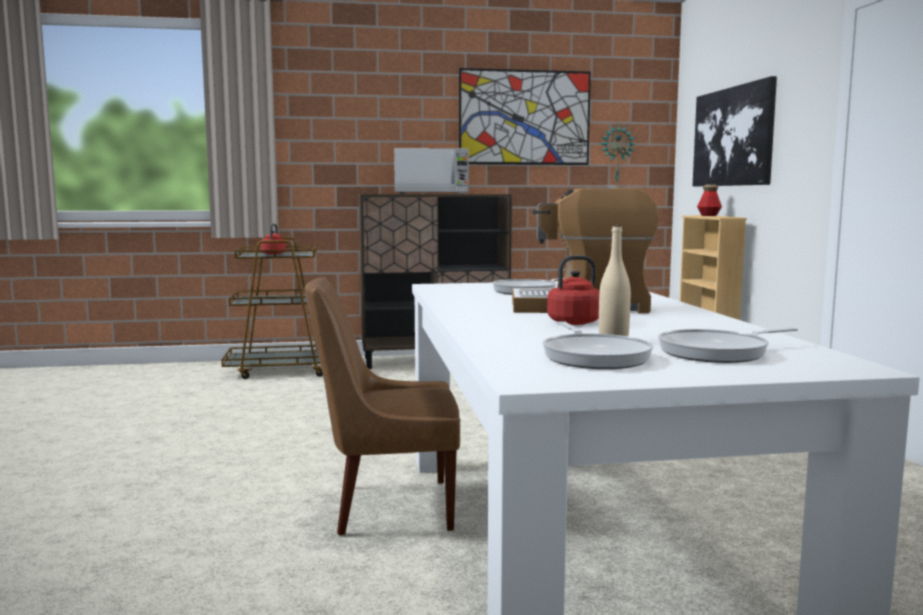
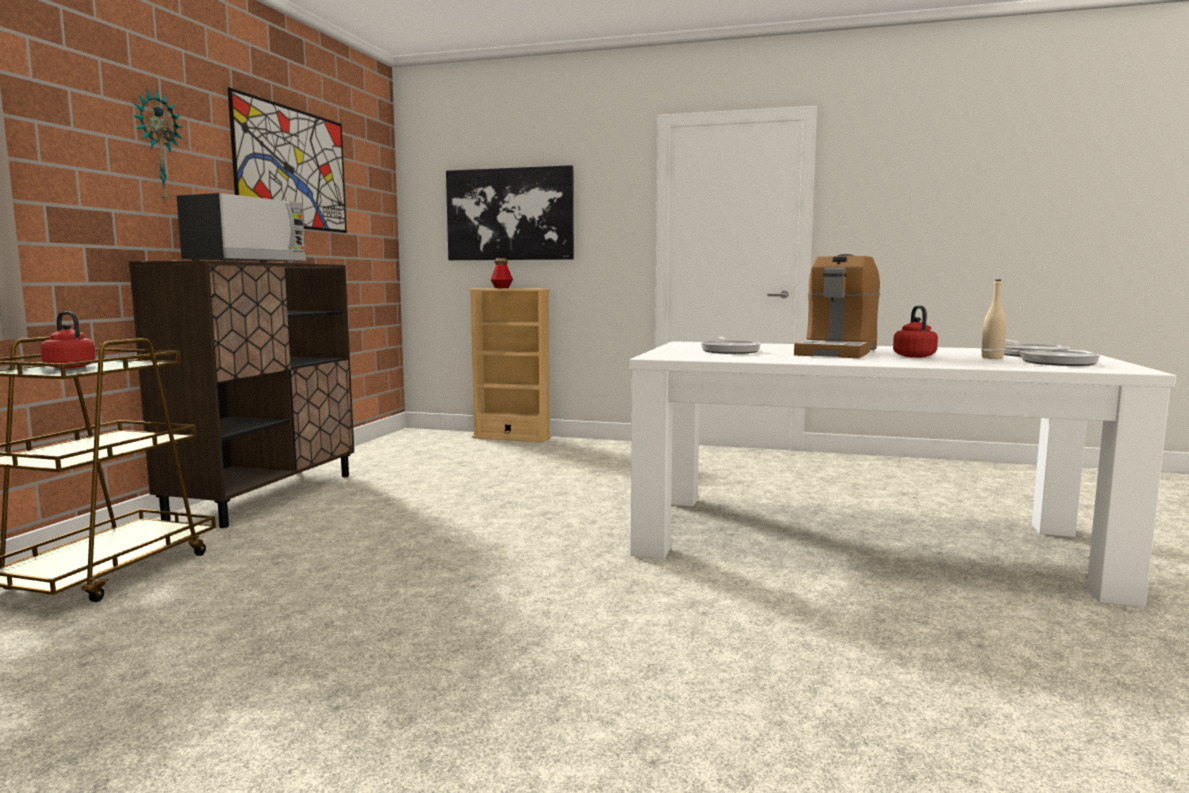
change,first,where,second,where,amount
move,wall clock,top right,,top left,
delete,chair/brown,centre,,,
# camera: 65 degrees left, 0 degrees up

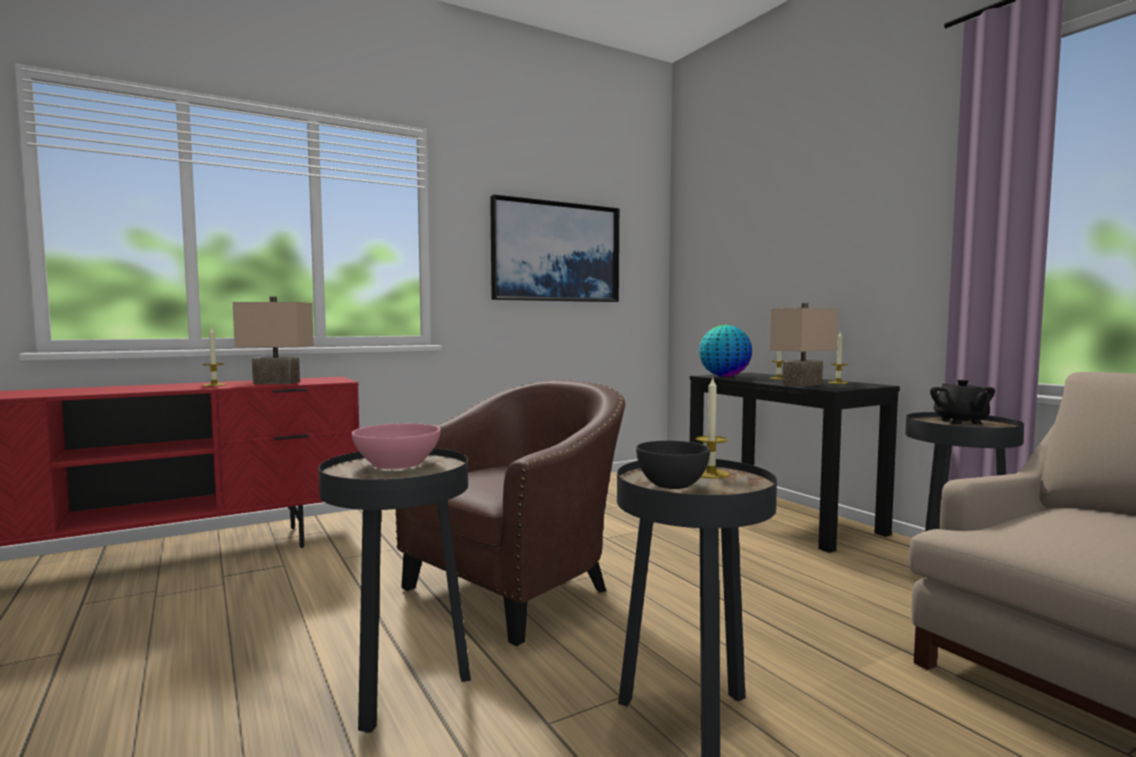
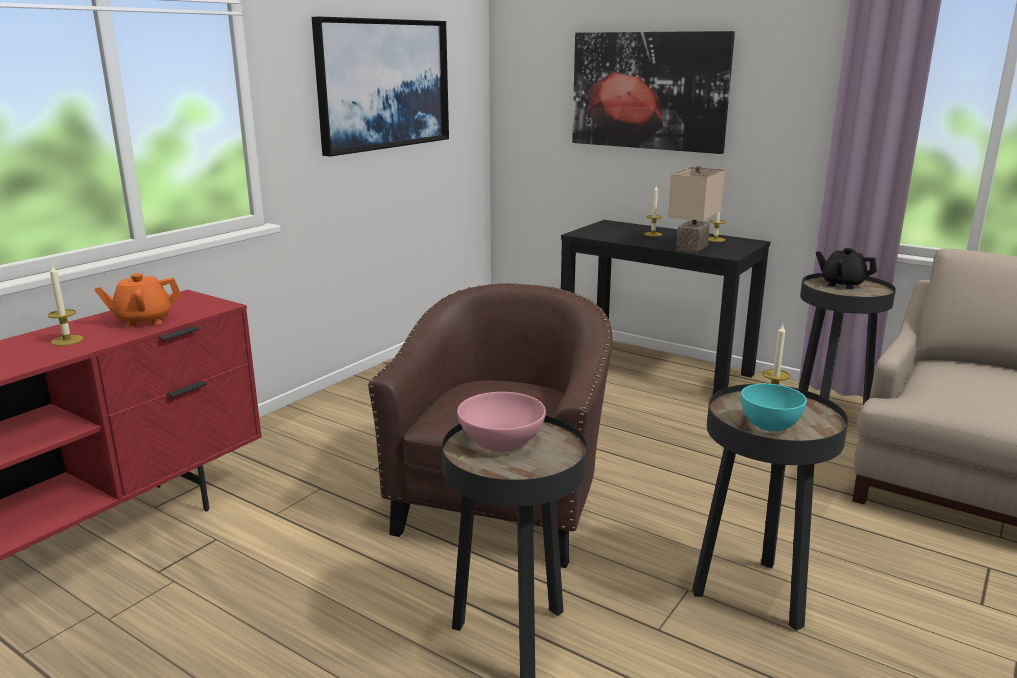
change,first,where,second,where,amount
replace,table lamp/beige (1st from left),middle left,teapot/orange,middle left,
insert,,,picture (2nd from left),top centre,
recolor,bowl/grey,centre,bowl/turquoise,middle right,
rotate,teapot/black,middle right,,middle right,150 degrees clockwise
delete,globe,centre,,,
# camera: 25 degrees left, 15 degrees up

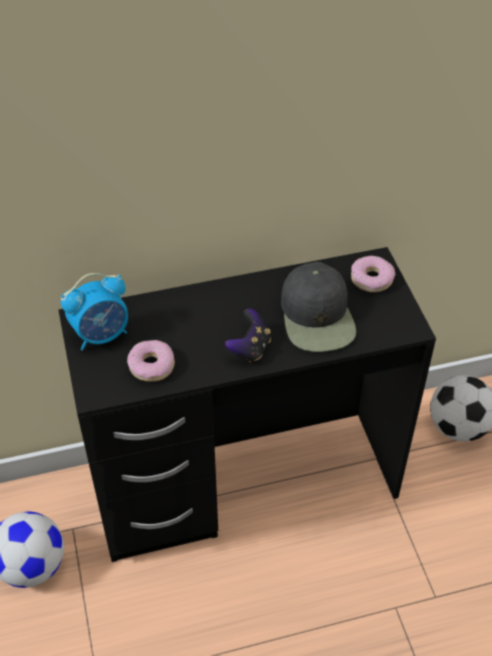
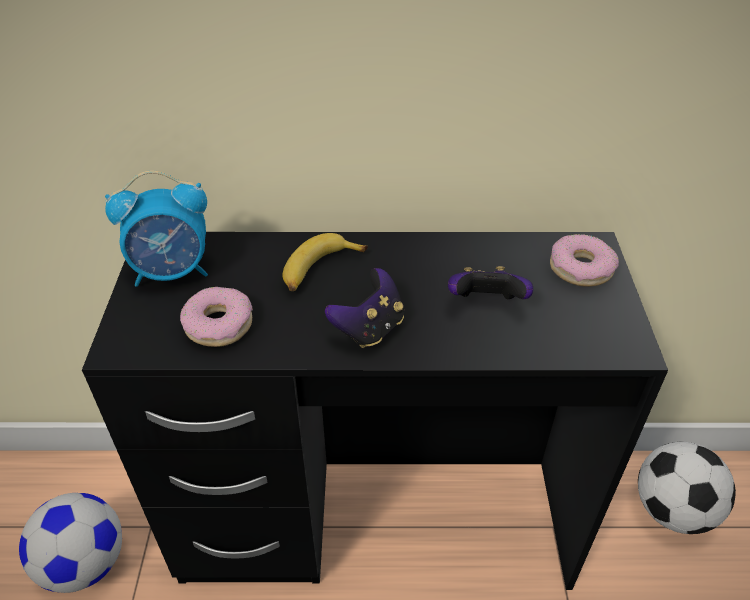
change,first,where,second,where,amount
insert,,,banana,centre,
replace,cap/black,centre,game controller (2nd from left),centre,
# camera: 15 degrees right, 5 degrees down

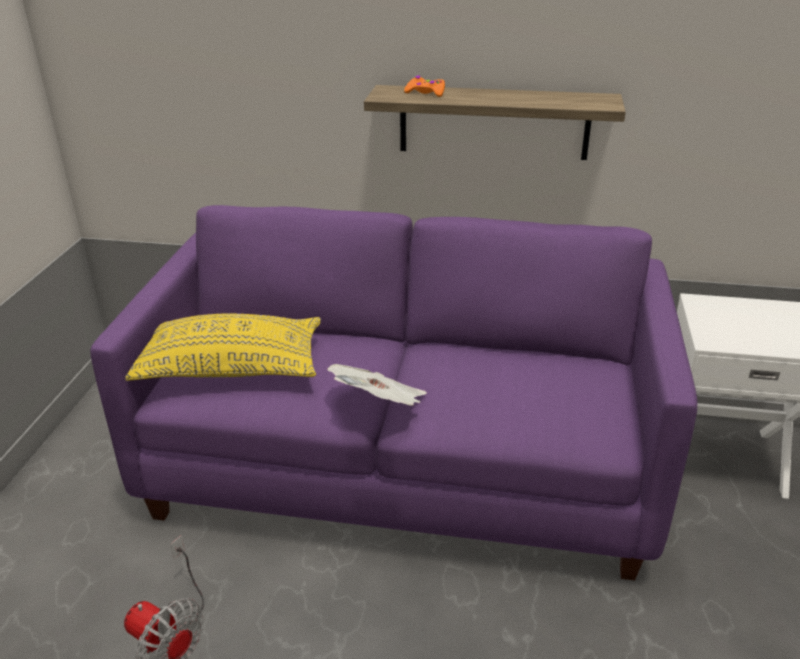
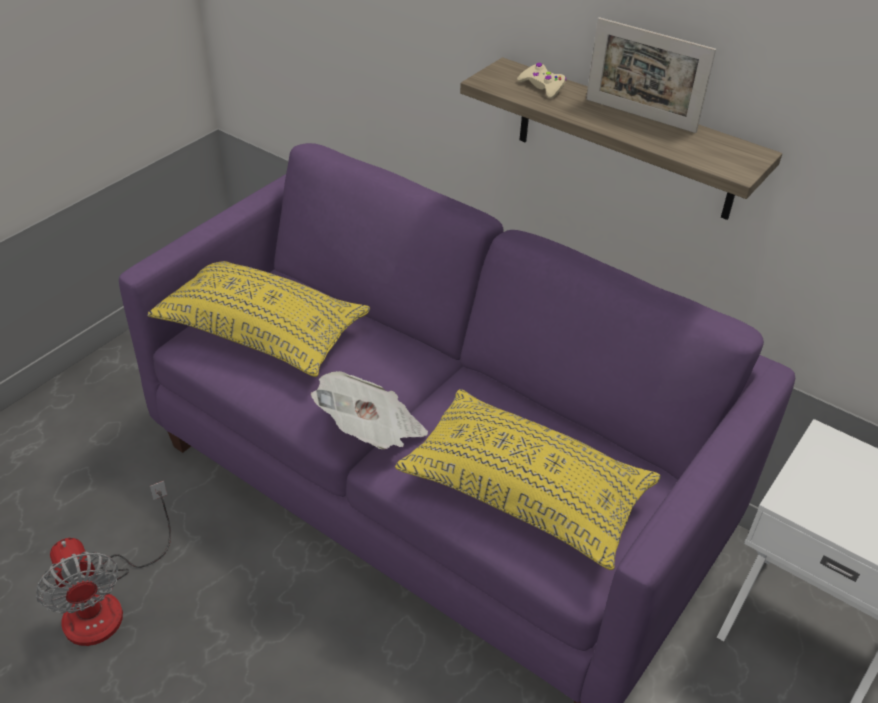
change,first,where,second,where,amount
insert,,,pillow/yellow (2nd from left),bottom centre,
recolor,game controller/orange,top centre,game controller/beige,top centre,
insert,,,picture frame,top right,
# camera: 25 degrees right, 10 degrees up

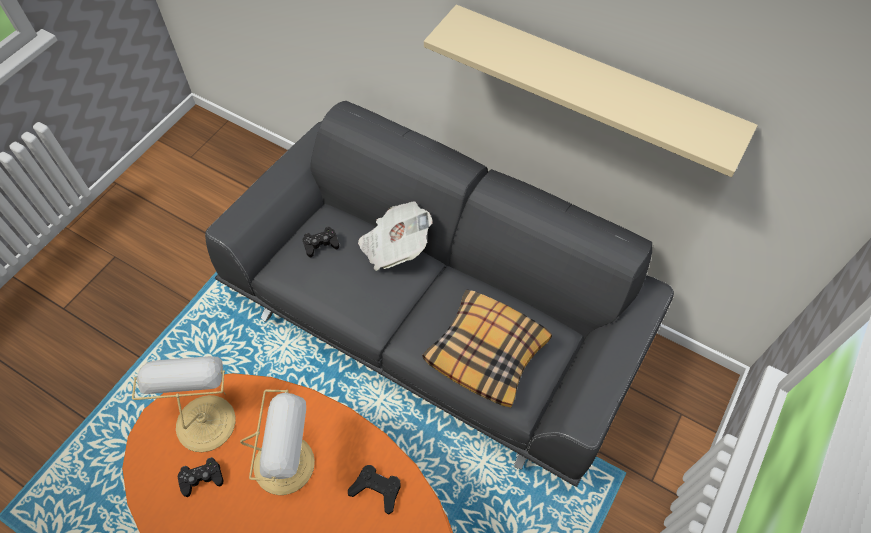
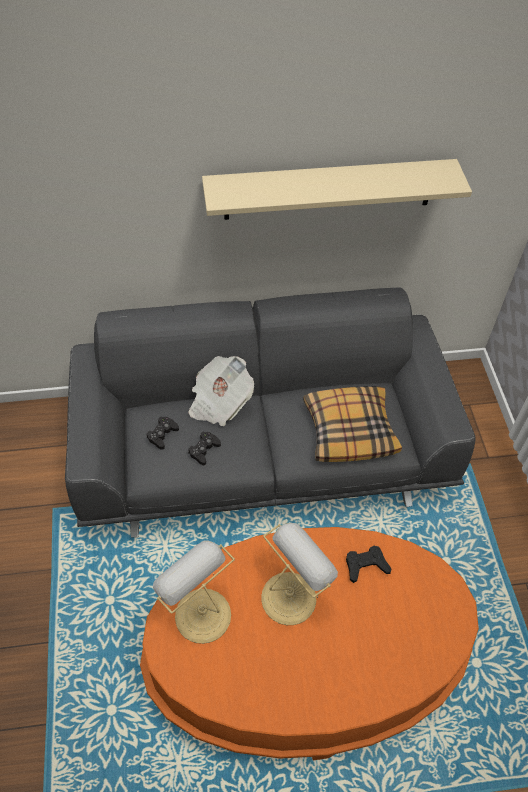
change,first,where,second,where,amount
move,game controller/black (1st from left in the first image),bottom left,game controller/black (2nd from left),centre,
# camera: 40 degrees left, 5 degrees down

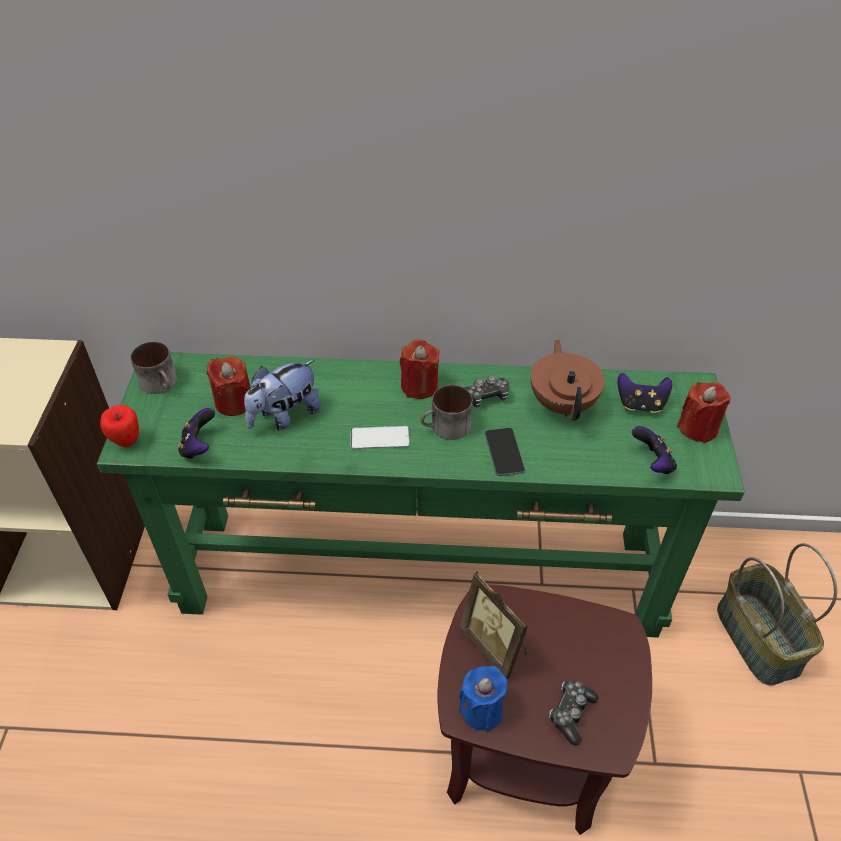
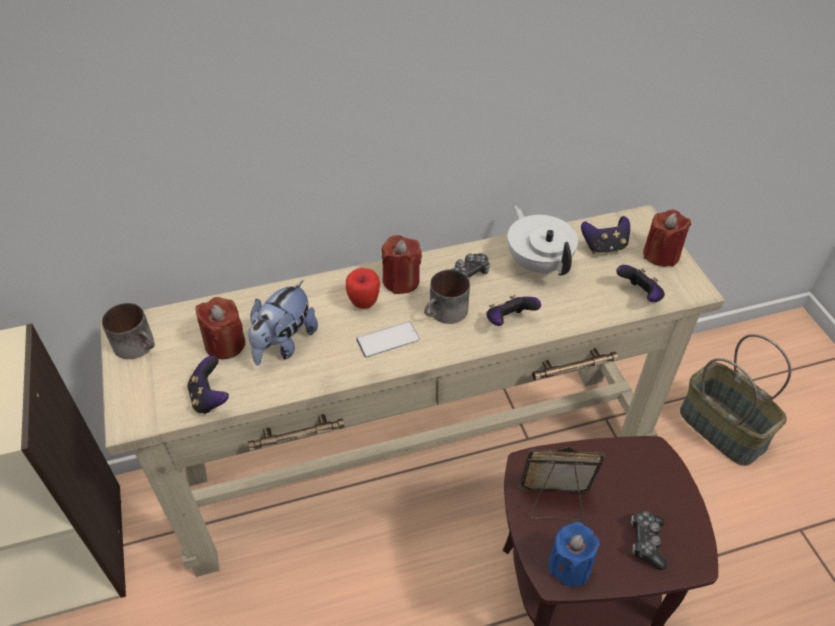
change,first,where,second,where,amount
recolor,console table/green,centre,console table/beige,centre,
move,apple,middle left,,centre,
replace,phone (2nd from left),centre,game controller (3rd from left),centre,
recolor,teapot/brown,middle right,teapot/white,centre,
rotate,picture frame,bottom centre,,bottom right,150 degrees clockwise
# camera: 20 degrees left, 0 degrees up

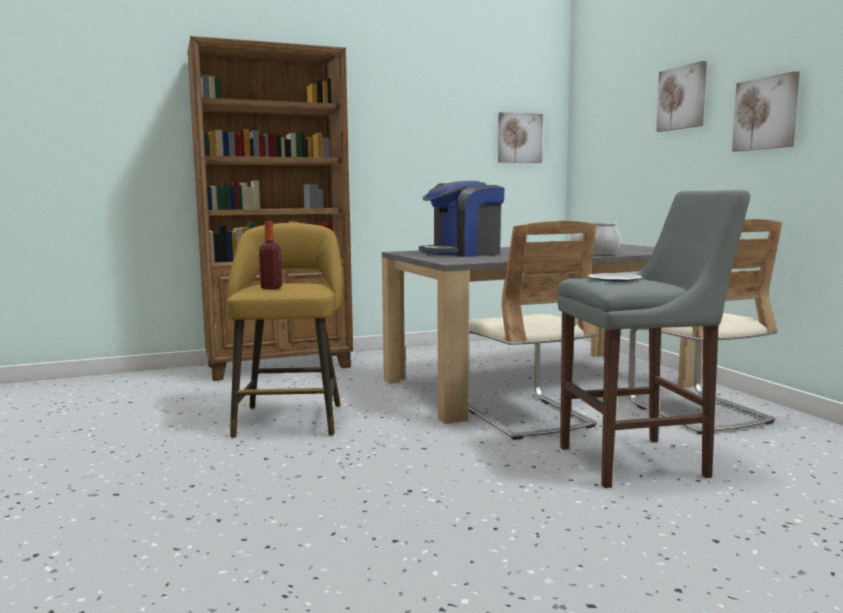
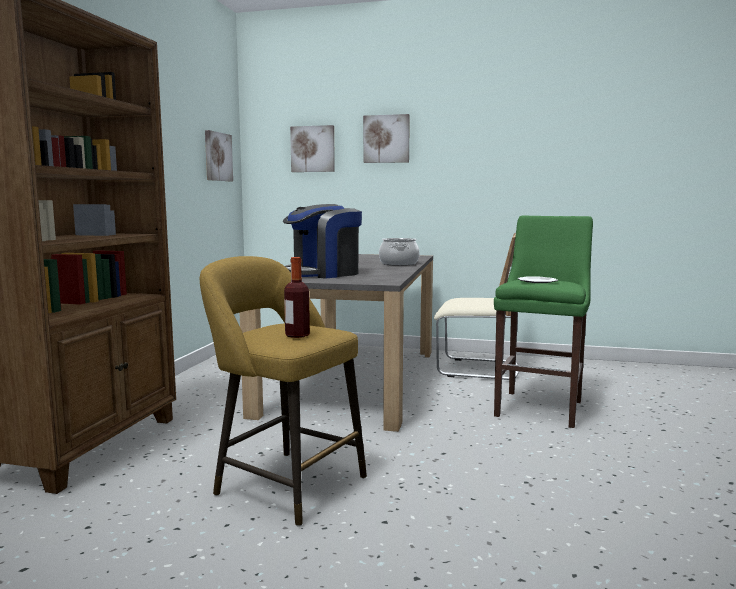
change,first,where,second,where,amount
rotate,coffee machine,centre,,centre,45 degrees clockwise
move,picture (3rd from left in the first image),top right,picture (2nd from left),top centre,
recolor,stool/grey,middle right,stool/green,middle right,
delete,chair/beige (1st from left),centre,,,
# camera: 55 degrees left, 0 degrees up

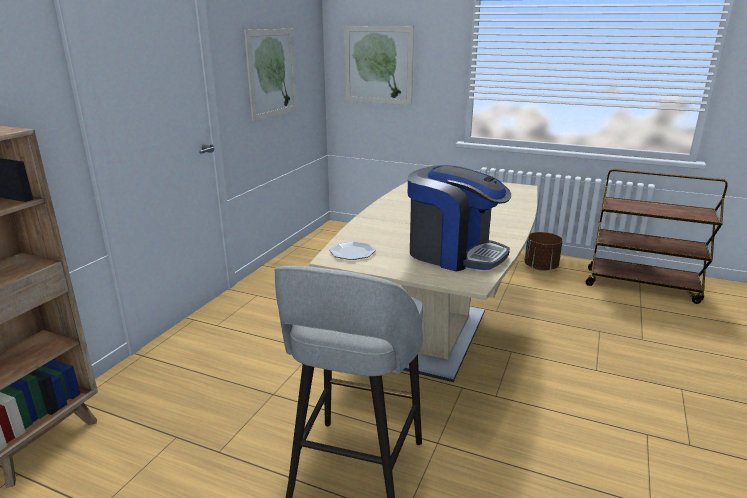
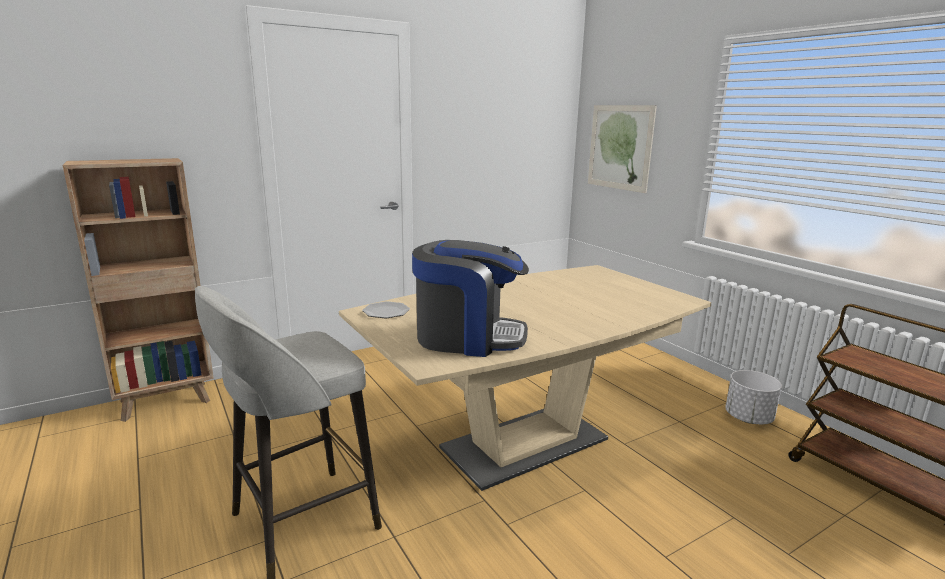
change,first,where,second,where,amount
rotate,coffee machine,centre,,centre,60 degrees counterclockwise
recolor,planter/brown,middle right,planter/white,bottom right,
delete,picture (1st from left),top centre,,,
# camera: 35 degrees right, 5 degrees down

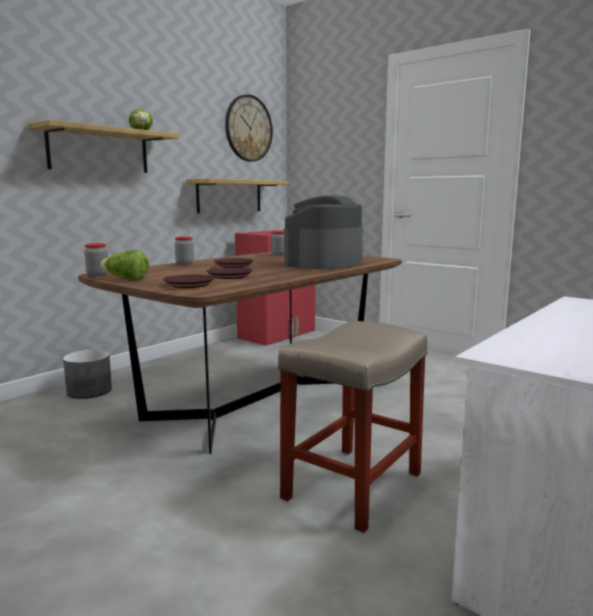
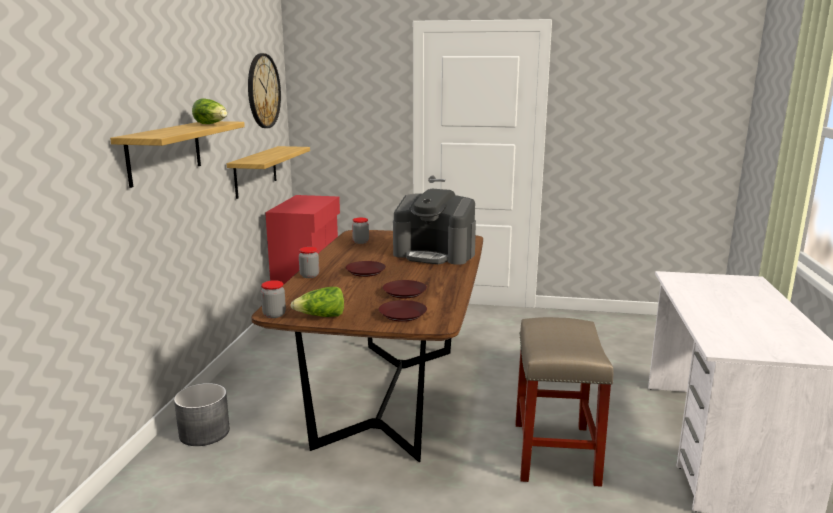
change,first,where,second,where,amount
rotate,coffee machine,centre,,centre,75 degrees counterclockwise
# camera: 30 degrees left, 5 degrees up

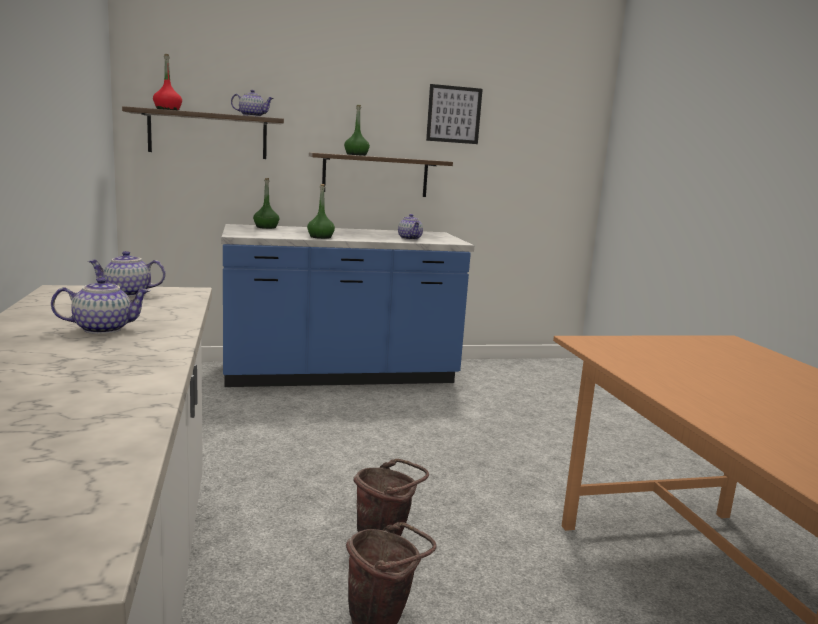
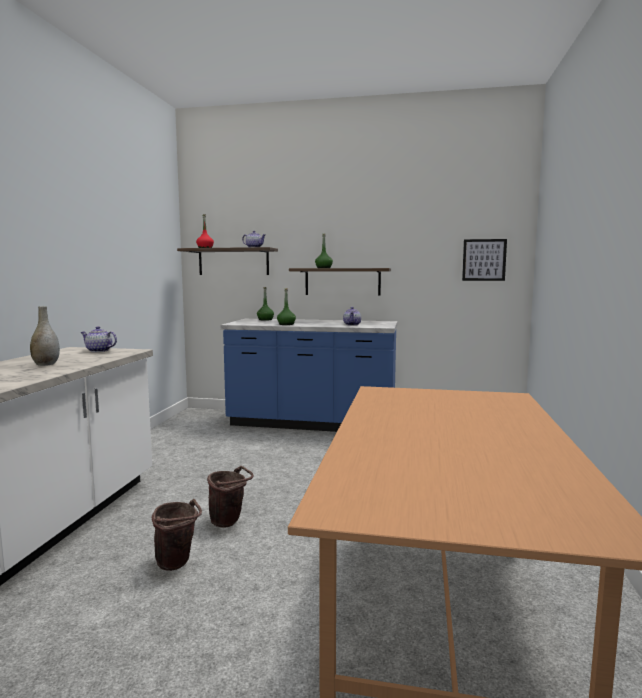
change,first,where,second,where,amount
replace,teapot (1st from left),middle left,vase/grey,middle left,
move,picture,top centre,,middle right,
# camera: 25 degrees right, 5 degrees down

